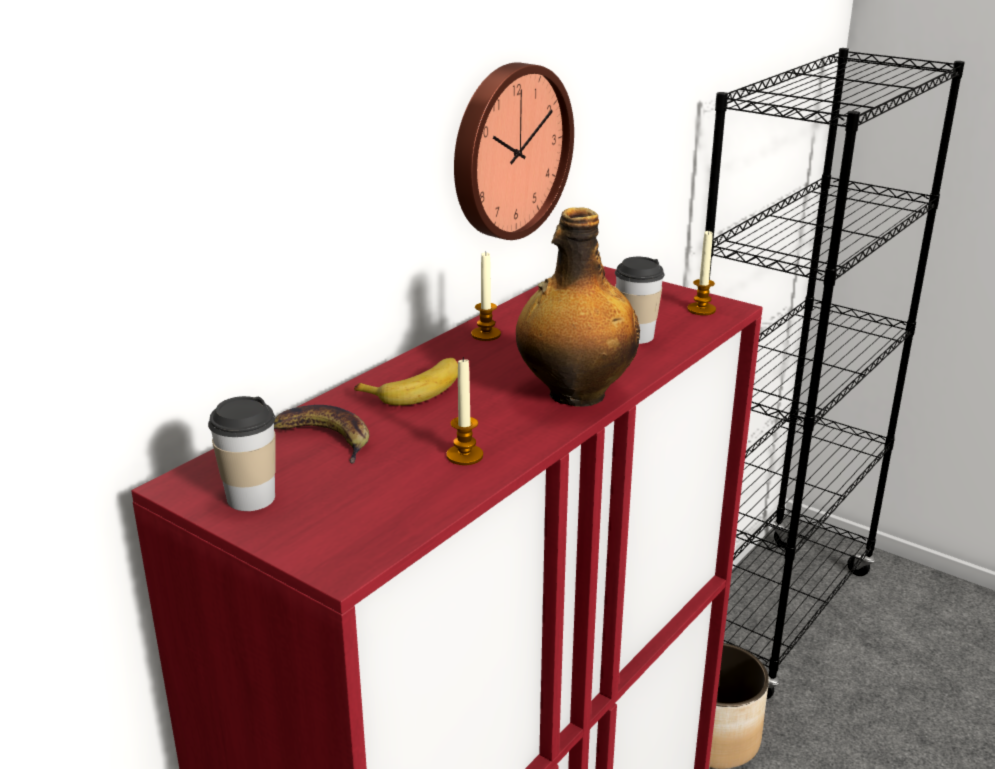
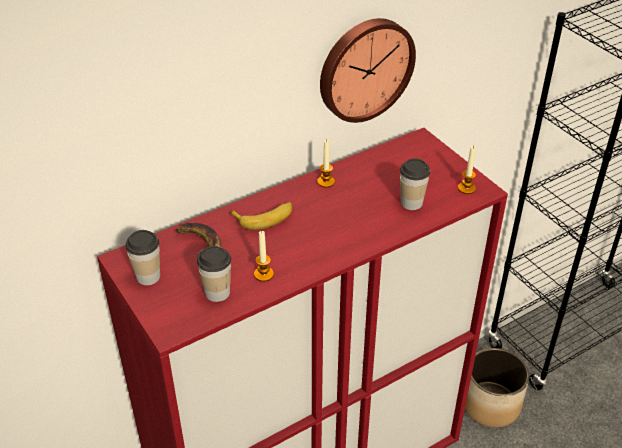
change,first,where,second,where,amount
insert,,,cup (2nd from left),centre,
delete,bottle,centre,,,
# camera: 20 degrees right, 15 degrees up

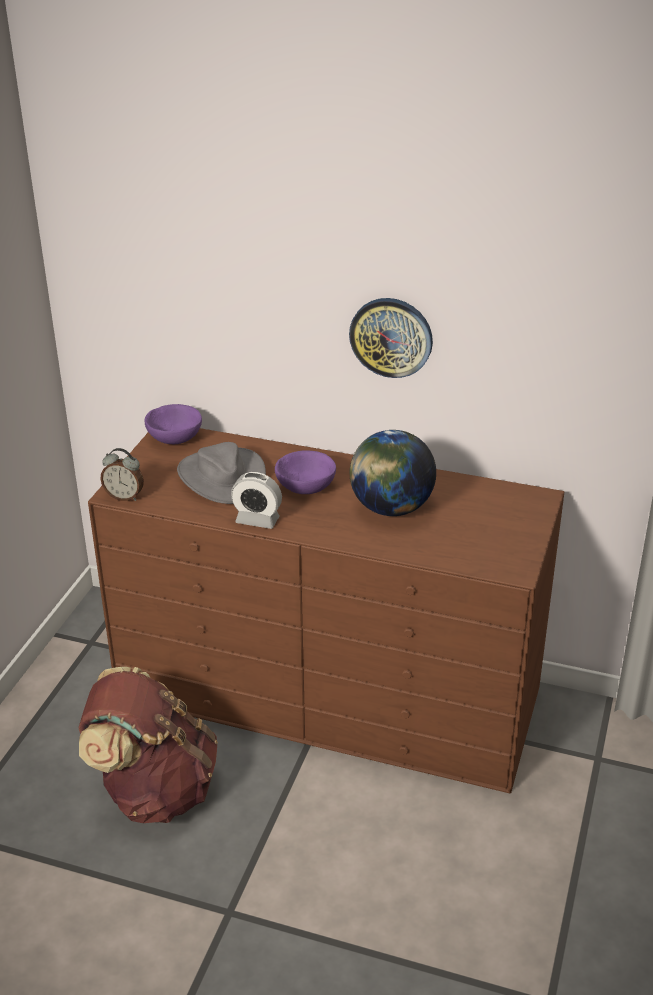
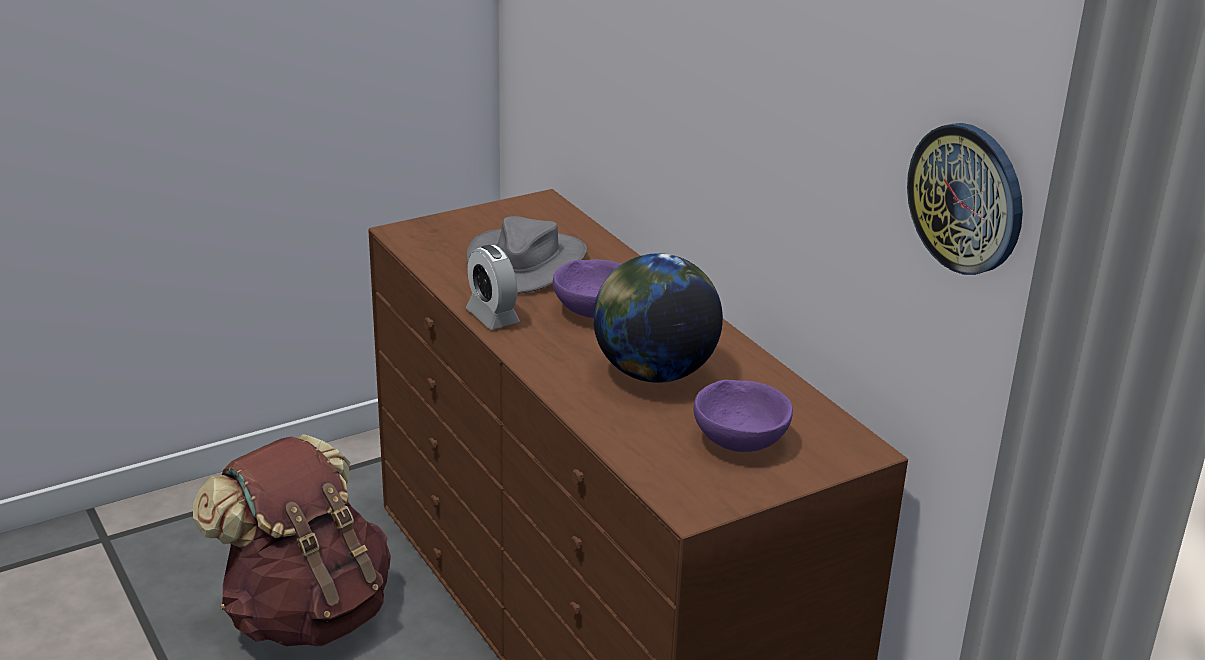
change,first,where,second,where,amount
move,bowl/purple (1st from left in the first image),middle left,bowl/purple (2nd from left),centre,
move,wall clock,centre,,top right,
delete,alarm clock (1st from left),middle left,,,
# camera: 40 degrees right, 5 degrees down

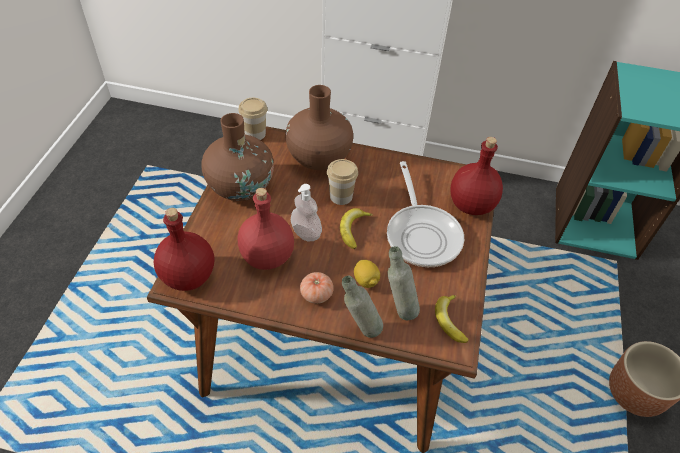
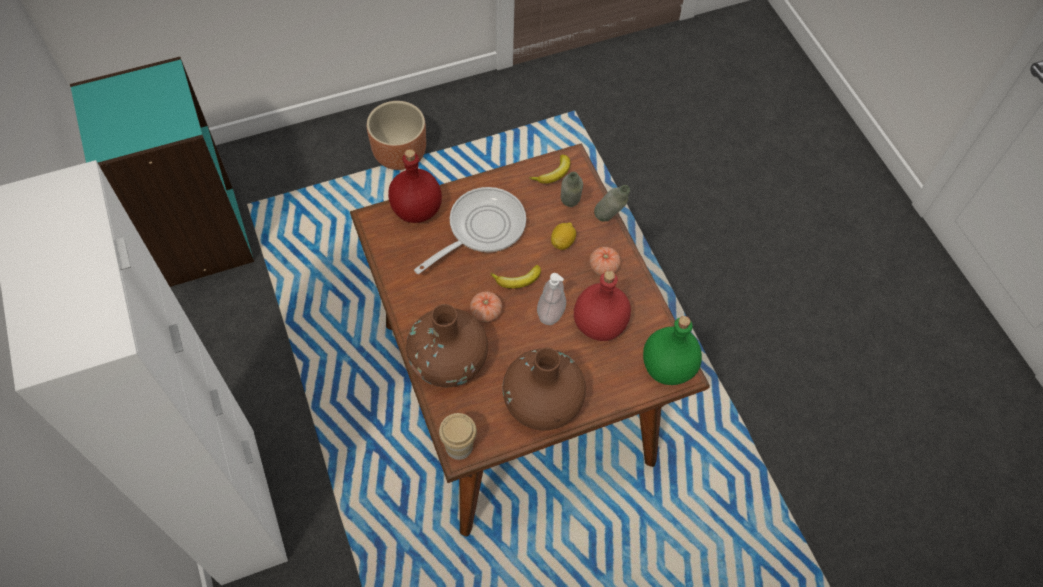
change,first,where,second,where,amount
replace,cup (2nd from left),centre,tomato (1st from left),centre,
recolor,bottle/red (1st from left),middle left,bottle/green,centre,
# camera: 125 degrees left, 10 degrees up

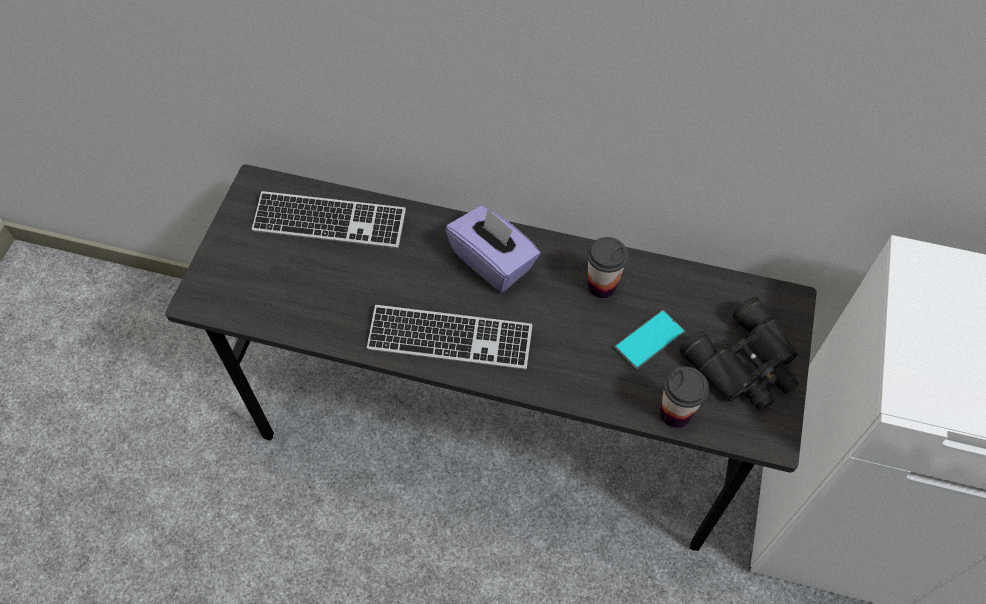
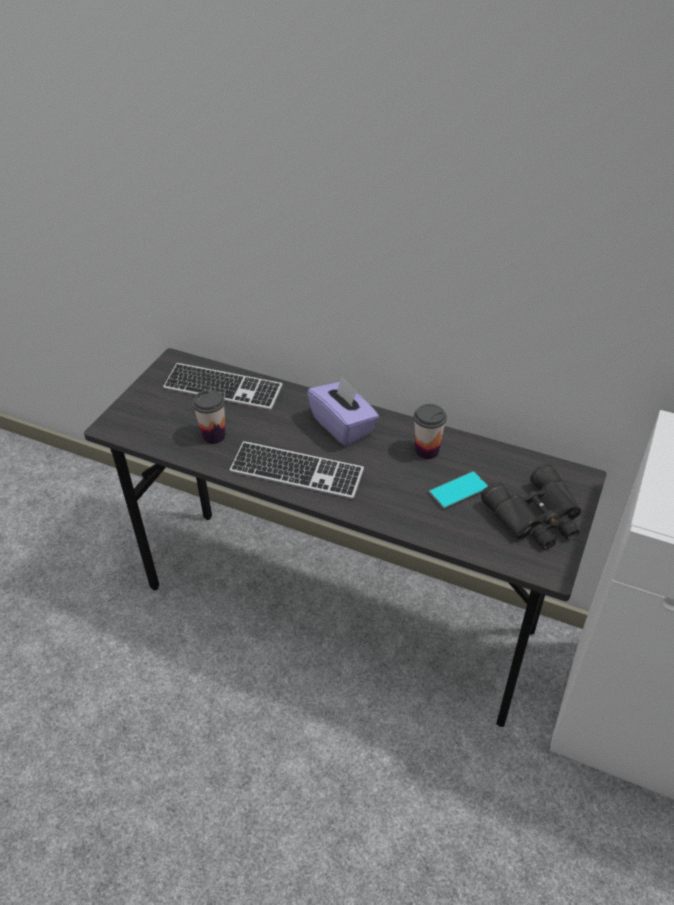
change,first,where,second,where,amount
move,cup (2nd from left in the first image),middle right,cup (1st from left),middle left,
# camera: 10 degrees right, 15 degrees down

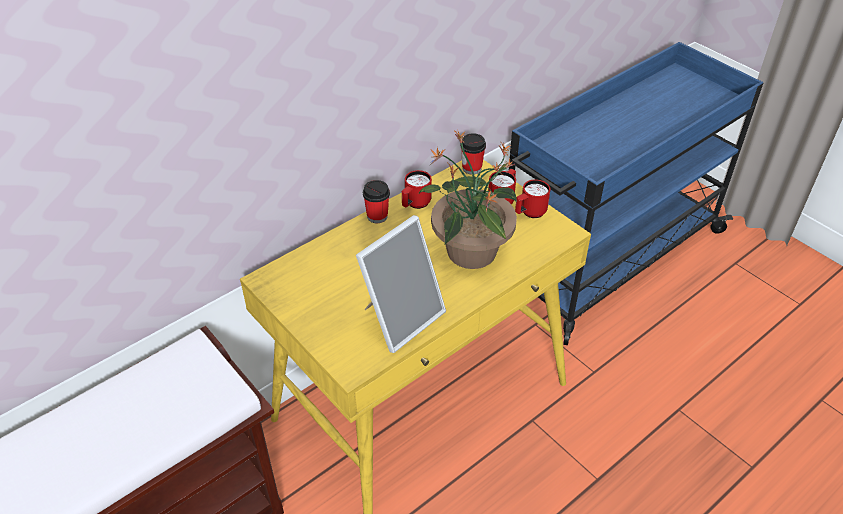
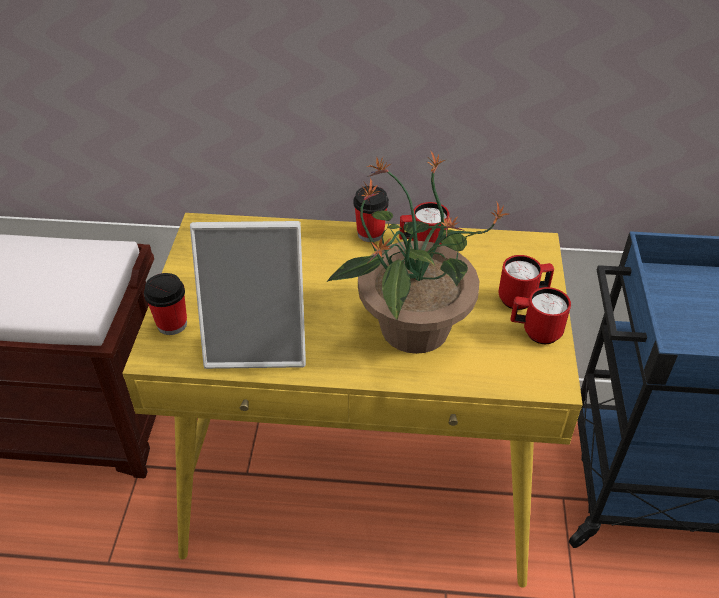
change,first,where,second,where,amount
move,cup (2nd from left in the first image),top centre,cup (1st from left),middle left,
# camera: 45 degrees right, 0 degrees up

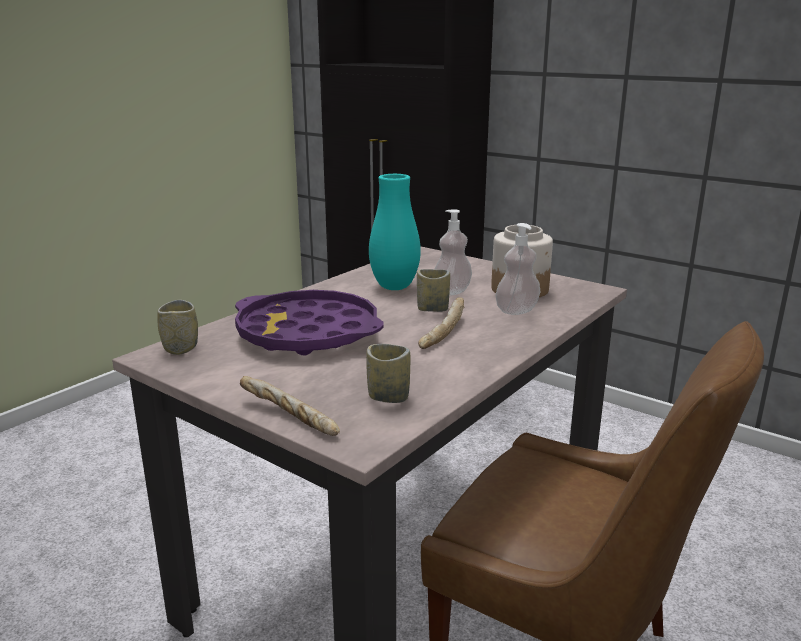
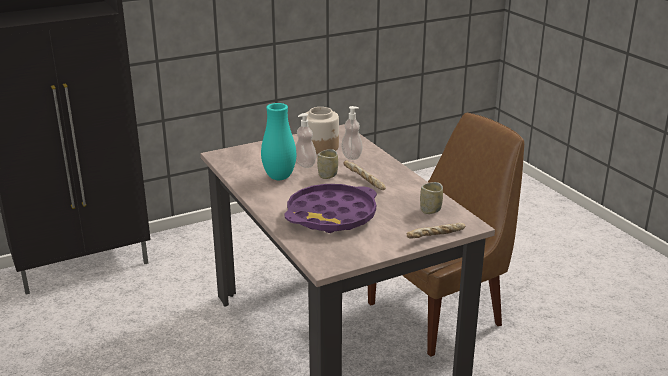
change,first,where,second,where,amount
delete,cup (1st from left),middle left,,,
# camera: 65 degrees left, 5 degrees up

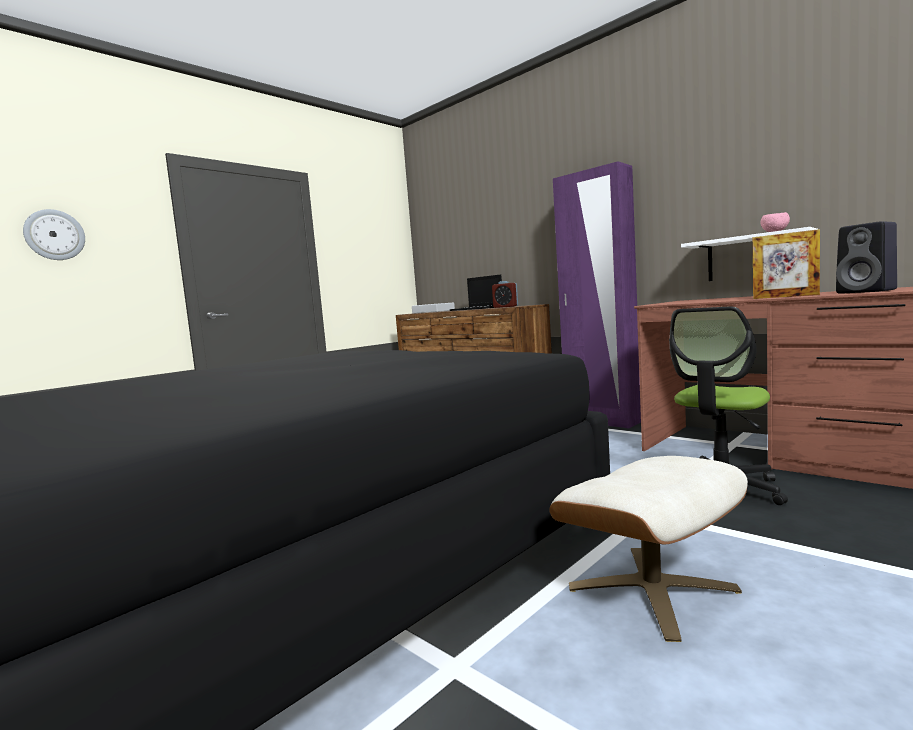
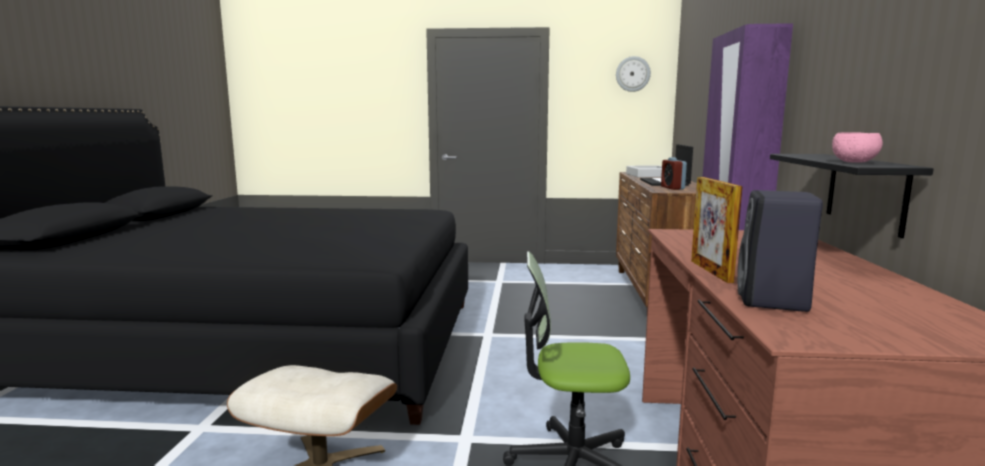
change,first,where,second,where,amount
move,wall clock,top left,,top centre,
recolor,shelf/white,middle right,shelf/black,middle right,
# camera: 50 degrees right, 5 degrees up

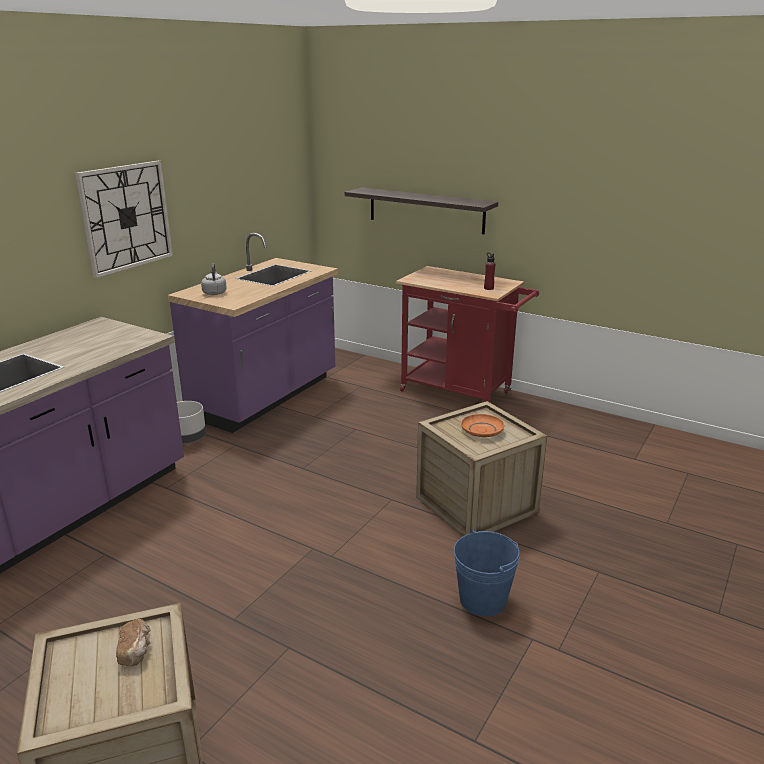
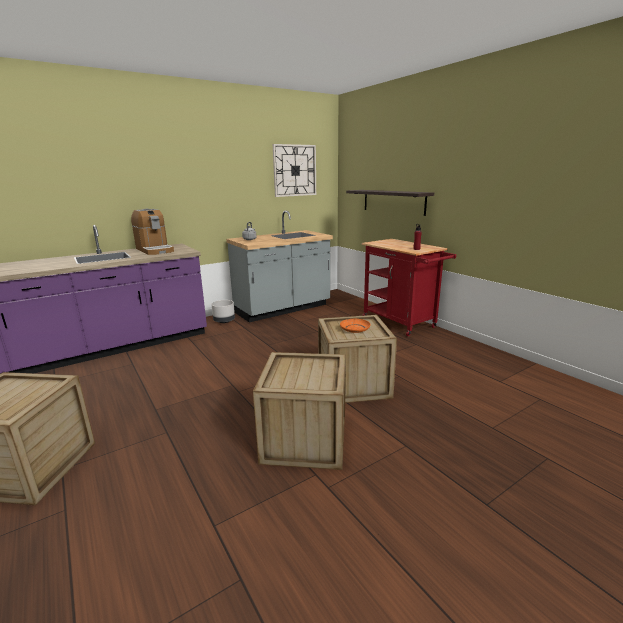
change,first,where,second,where,amount
insert,,,coffee machine,middle left,
recolor,counter/purple (2nd from left),middle left,counter/grey,centre,
replace,bucket/blue,bottom centre,crate (2nd from left),centre,
move,wall clock,top left,,top centre,
delete,bread,bottom left,,,
# camera: 25 degrees right, 5 degrees down

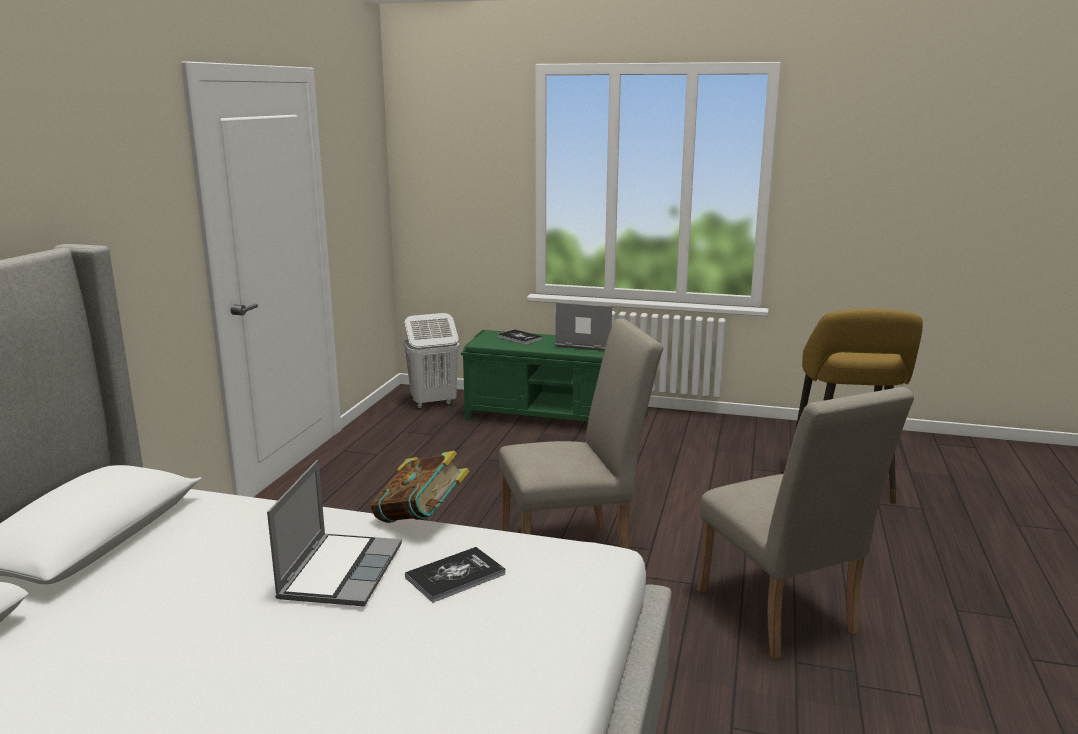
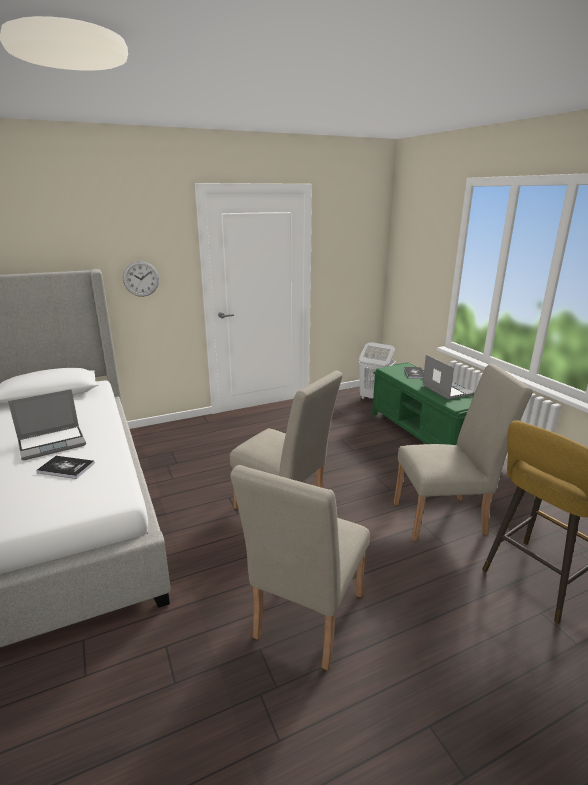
change,first,where,second,where,amount
insert,,,wall clock,middle left,
insert,,,chair/beige (3rd from left),middle right,
delete,book (1st from left),centre,,,
# camera: 50 degrees right, 5 degrees up

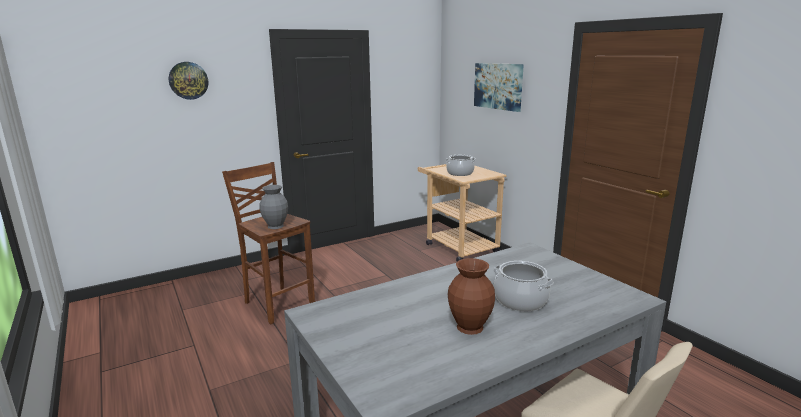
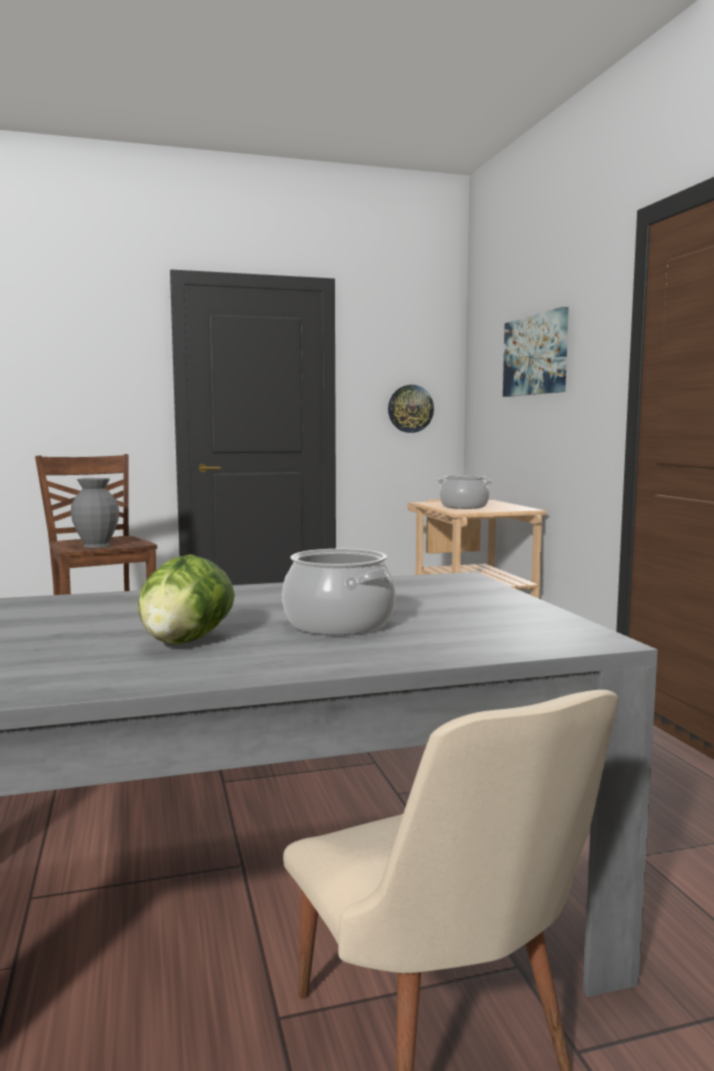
change,first,where,second,where,amount
replace,vase/brown,bottom centre,lettuce,middle left,
move,wall clock,top left,,centre,
# camera: 15 degrees right, 10 degrees down

